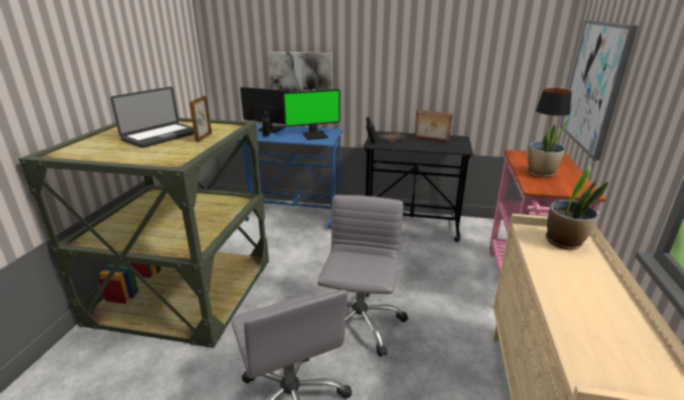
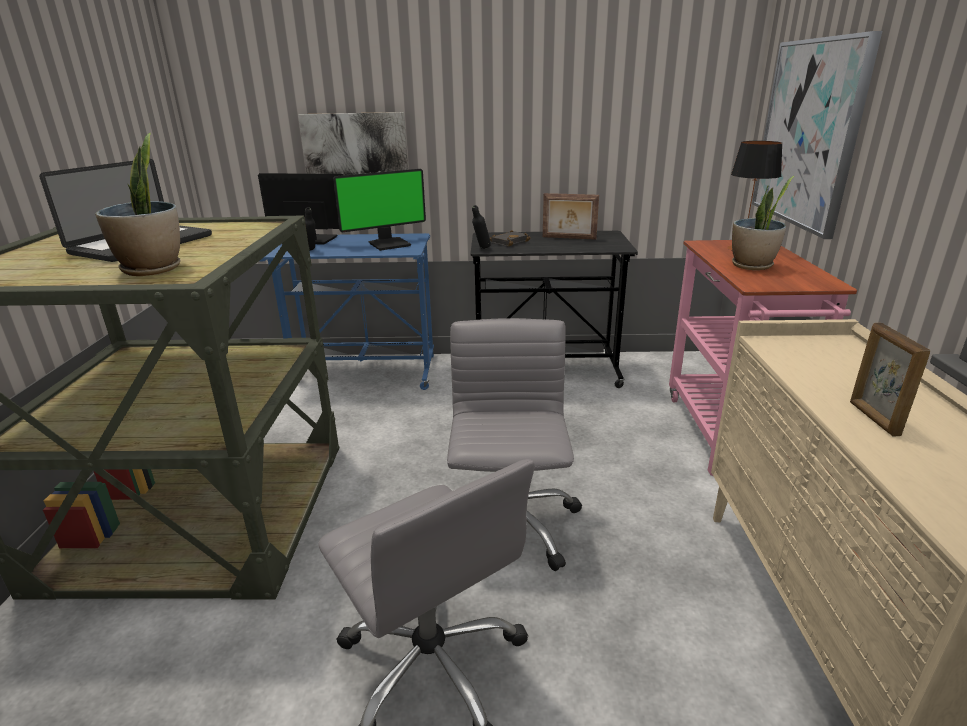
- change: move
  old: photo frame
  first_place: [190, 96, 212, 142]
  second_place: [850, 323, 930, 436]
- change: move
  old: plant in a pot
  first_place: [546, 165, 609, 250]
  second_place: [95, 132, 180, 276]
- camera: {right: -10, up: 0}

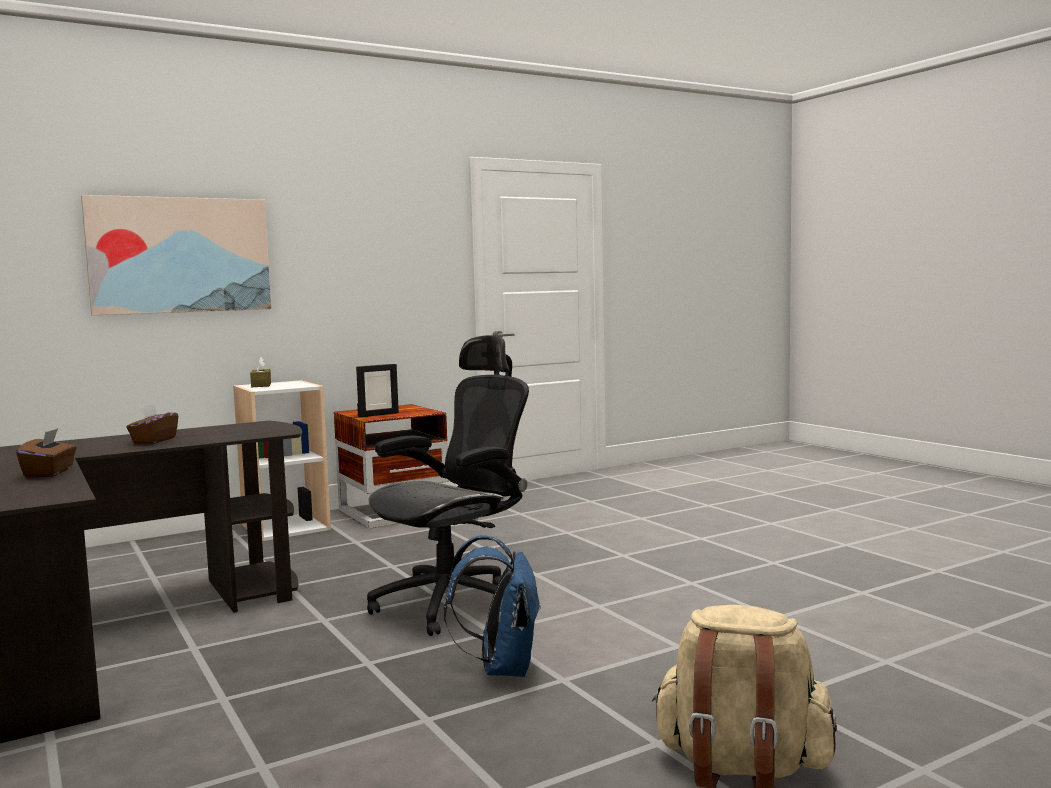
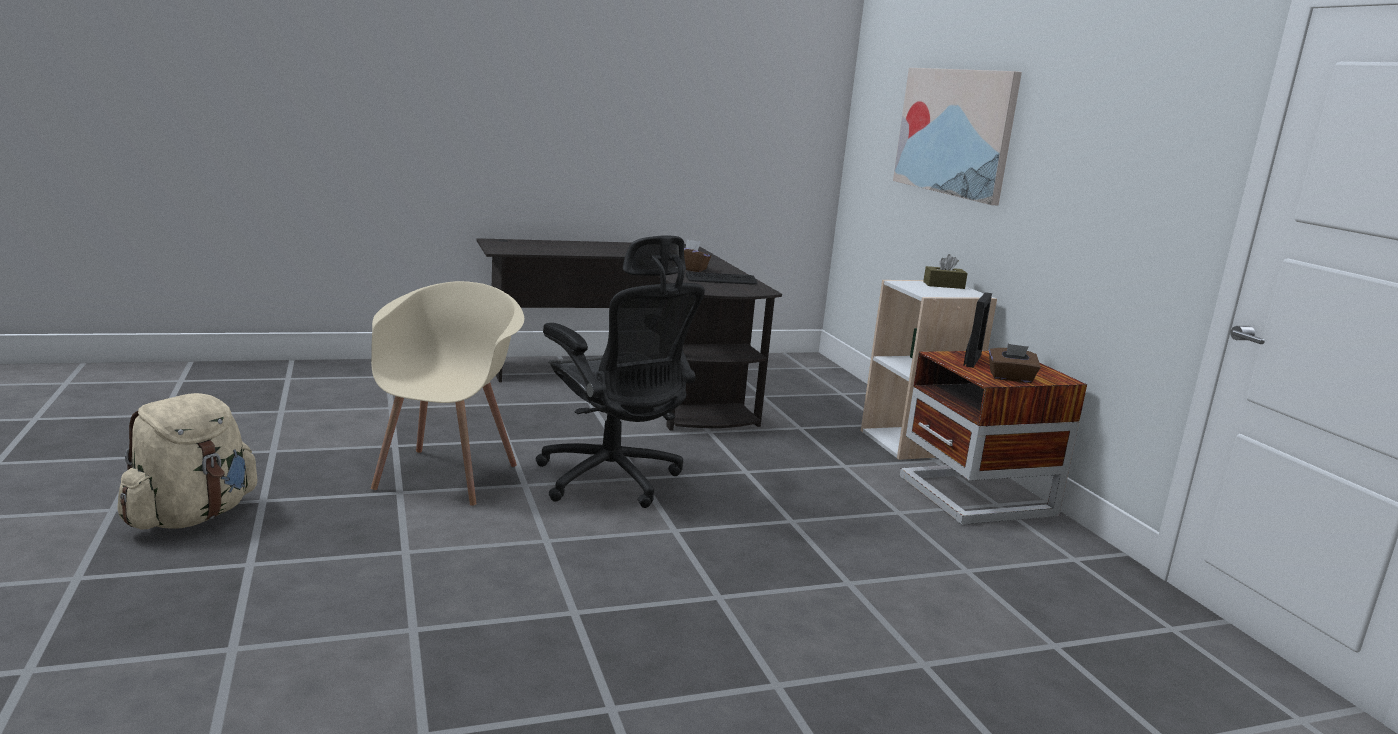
- change: rotate
  old: photo frame
  first_place: [356, 364, 399, 417]
  second_place: [963, 292, 992, 368]
  degrees: -135
- change: move
  old: brown box of tissues
  first_place: [16, 428, 77, 478]
  second_place: [989, 344, 1041, 383]
- change: replace
  old: blue rucksack
  new: beige-coloured chair
  first_place: [444, 535, 541, 677]
  second_place: [371, 281, 524, 506]
- change: insert
  new: keyboard
  second_place: [686, 272, 758, 285]
- camera: {right: 100, up: 10}

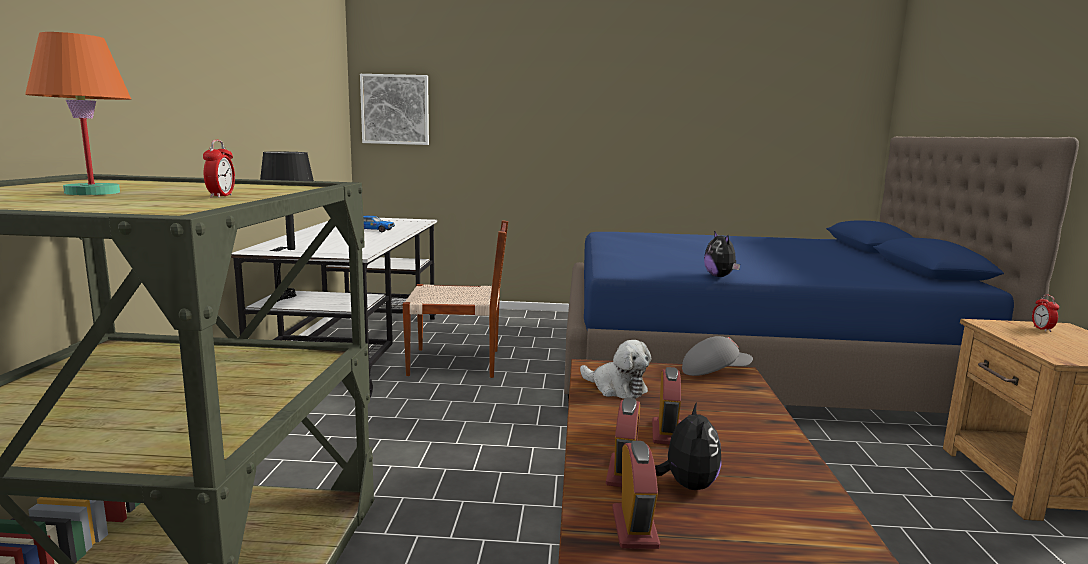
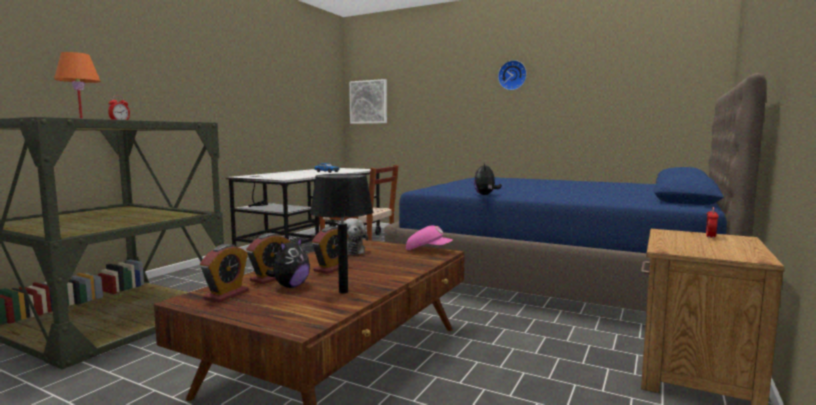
- change: move
  old: black tabletop lamp
  first_place: [260, 151, 314, 250]
  second_place: [310, 174, 373, 294]
- change: recolor
  old: grey cap
  new: pink-coloured cap
  first_place: [682, 336, 753, 376]
  second_place: [406, 226, 453, 250]
- change: insert
  new: hanging clock
  second_place: [498, 60, 527, 90]
- camera: {right: 25, up: -5}

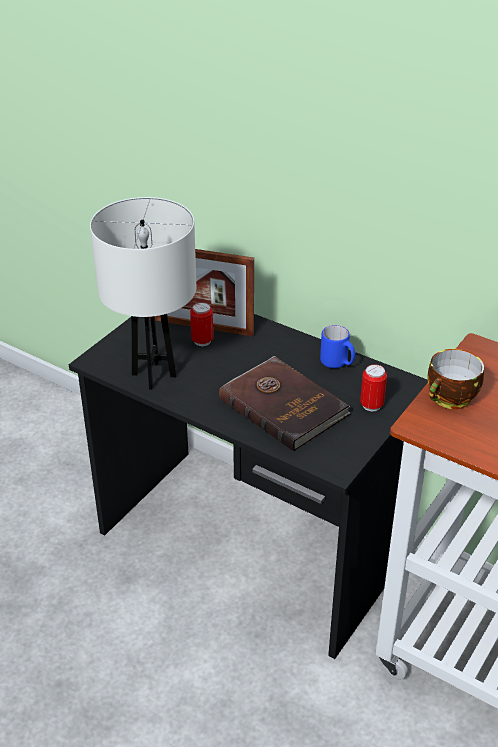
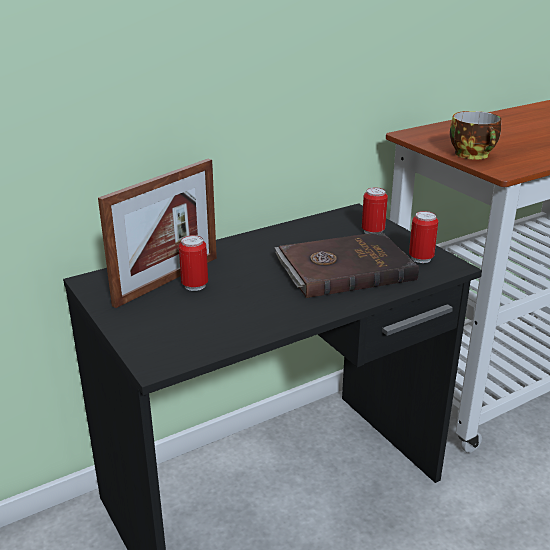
- change: delete
  old: white-coloured tabletop lamp
  first_place: [90, 197, 196, 390]
- change: delete
  old: blue coffee mug
  first_place: [320, 325, 355, 368]
- change: insert
  new: can
  second_place: [409, 211, 438, 263]
- camera: {right: -65, up: -10}

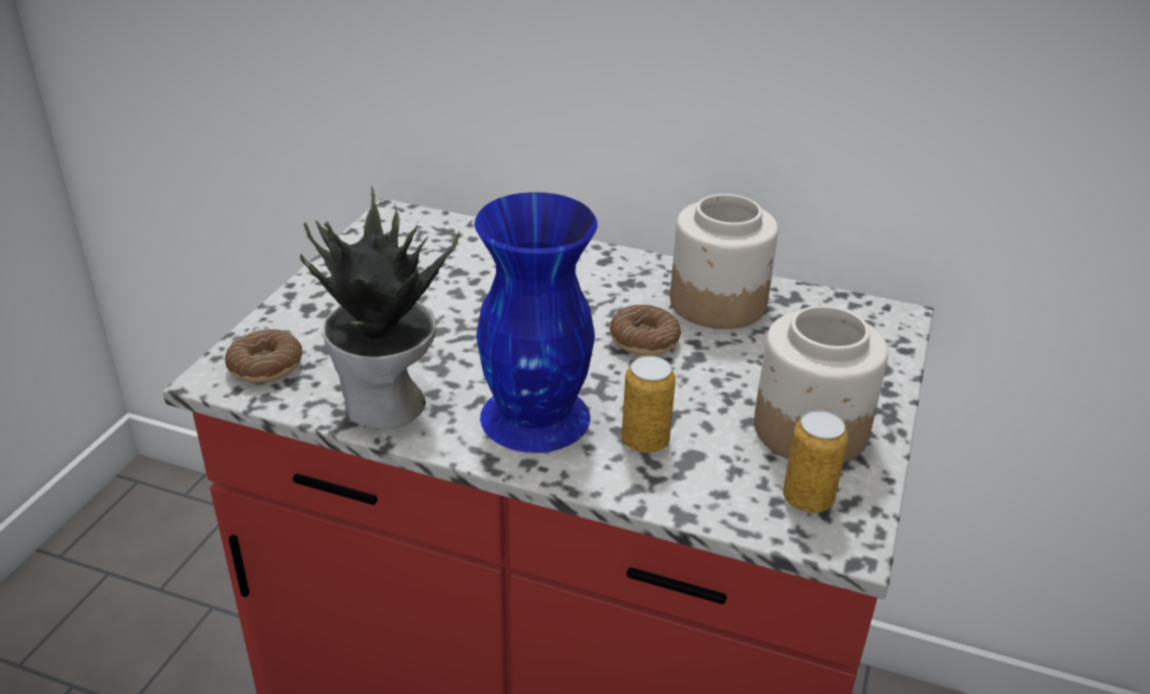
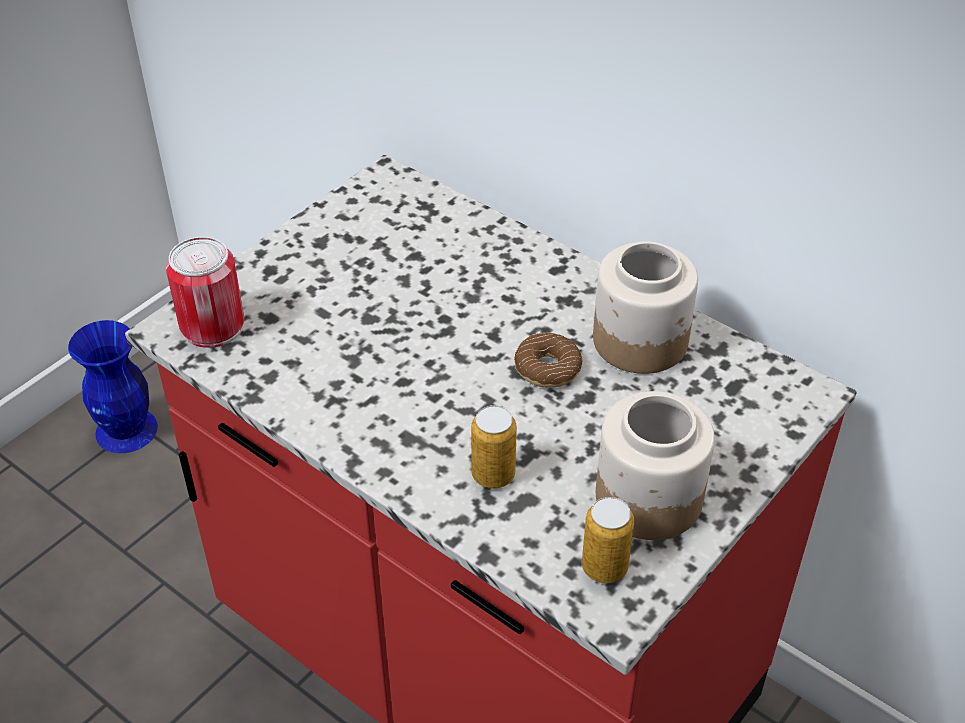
- change: delete
  old: plant in a pot
  first_place: [300, 186, 460, 430]
- change: move
  old: blue decorative vase
  first_place: [474, 192, 598, 453]
  second_place: [68, 320, 158, 453]
- change: replace
  old: ring doughnut
  new: can
  first_place: [225, 329, 302, 383]
  second_place: [166, 237, 244, 348]
- camera: {right: 20, up: 10}

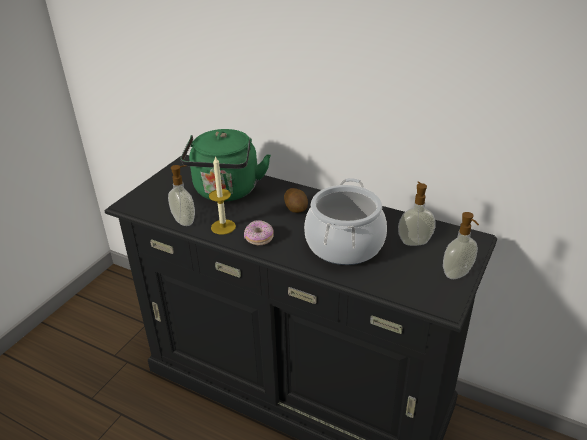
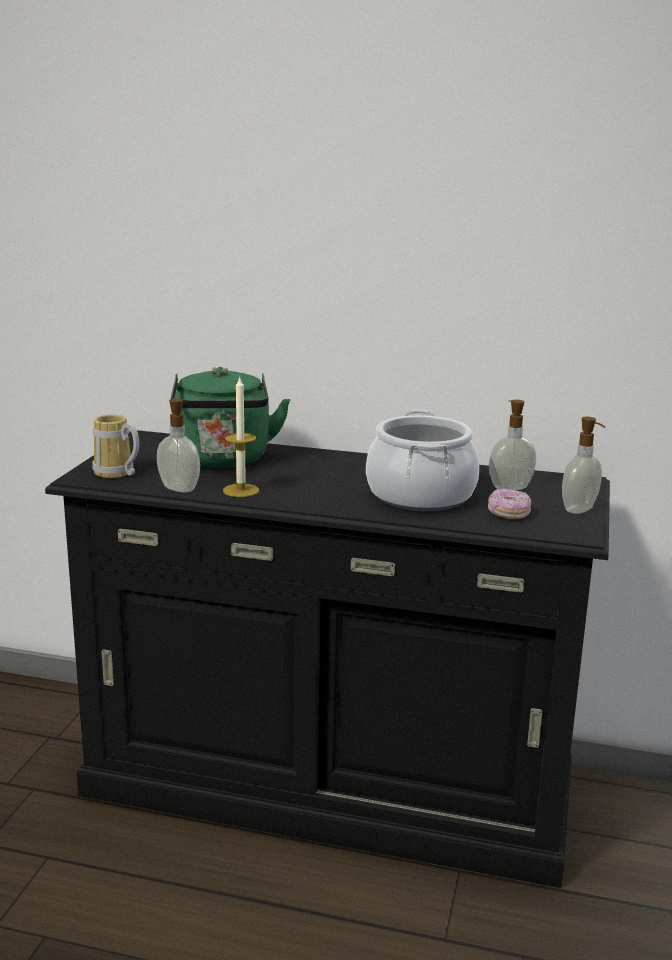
- change: delete
  old: spud
  first_place: [284, 188, 308, 213]
- change: move
  old: ring doughnut
  first_place: [244, 220, 274, 245]
  second_place: [488, 488, 531, 519]
- change: insert
  new: coffee mug
  second_place: [93, 414, 139, 478]
- camera: {right: -15, up: -15}

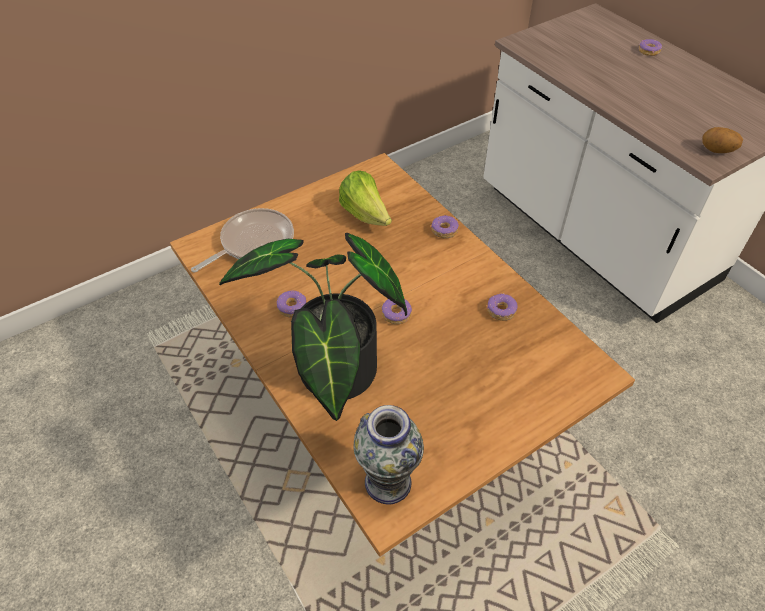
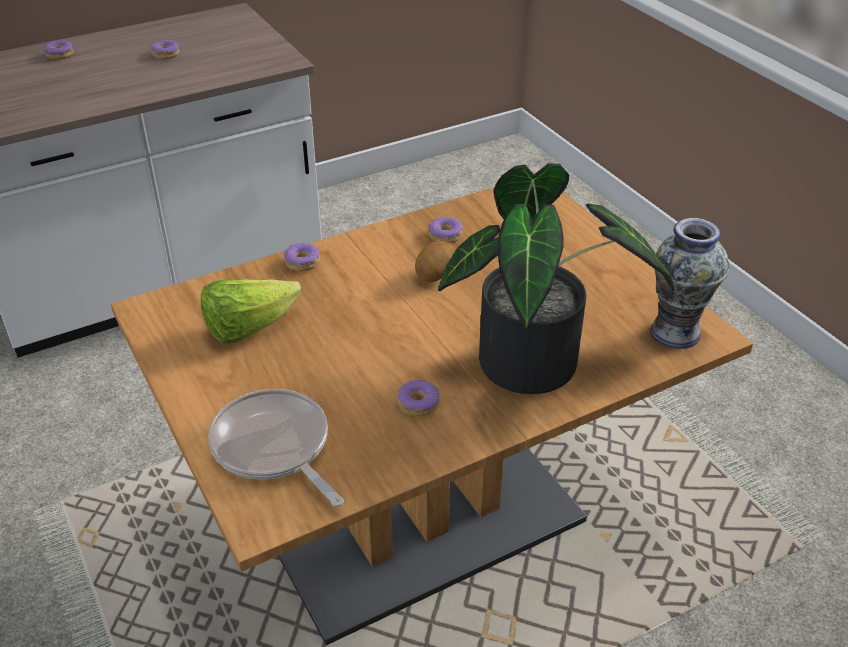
- change: move
  old: spud
  first_place: [702, 127, 743, 153]
  second_place: [415, 241, 455, 282]
- change: move
  old: ring doughnut
  first_place: [382, 299, 412, 324]
  second_place: [151, 40, 180, 59]
- camera: {right: -85, up: -10}

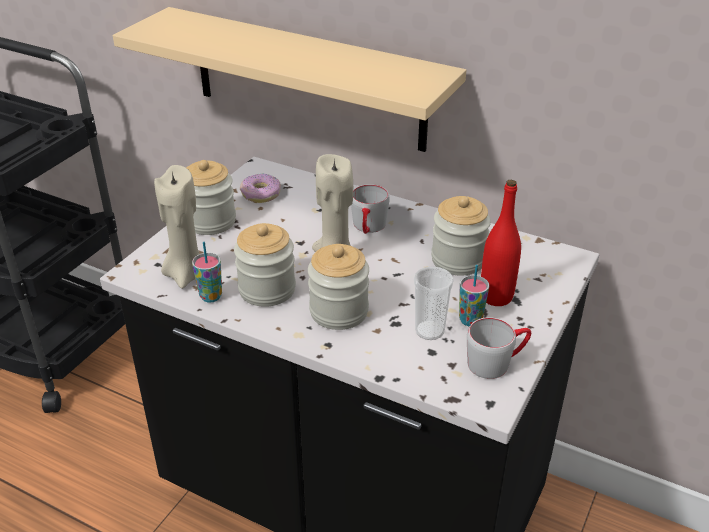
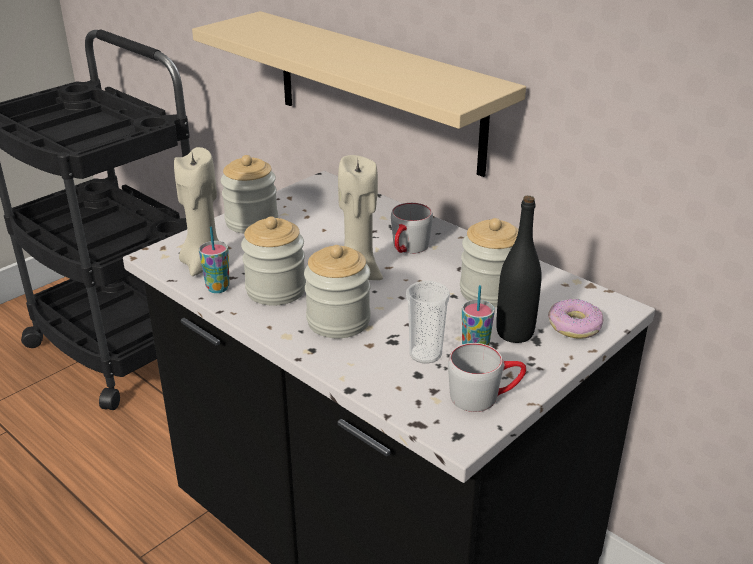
- change: move
  old: ring doughnut
  first_place: [240, 173, 281, 203]
  second_place: [548, 299, 604, 339]
- change: recolor
  old: reddish bottle
  new: black bottle
  first_place: [481, 180, 521, 306]
  second_place: [496, 196, 542, 343]
- camera: {right: 15, up: -5}

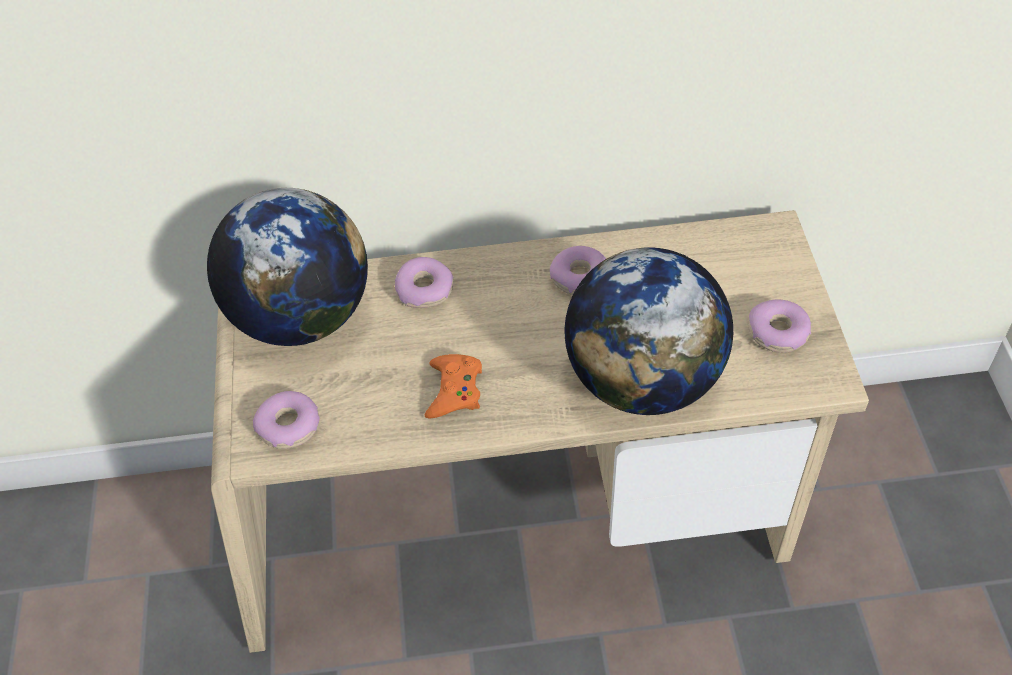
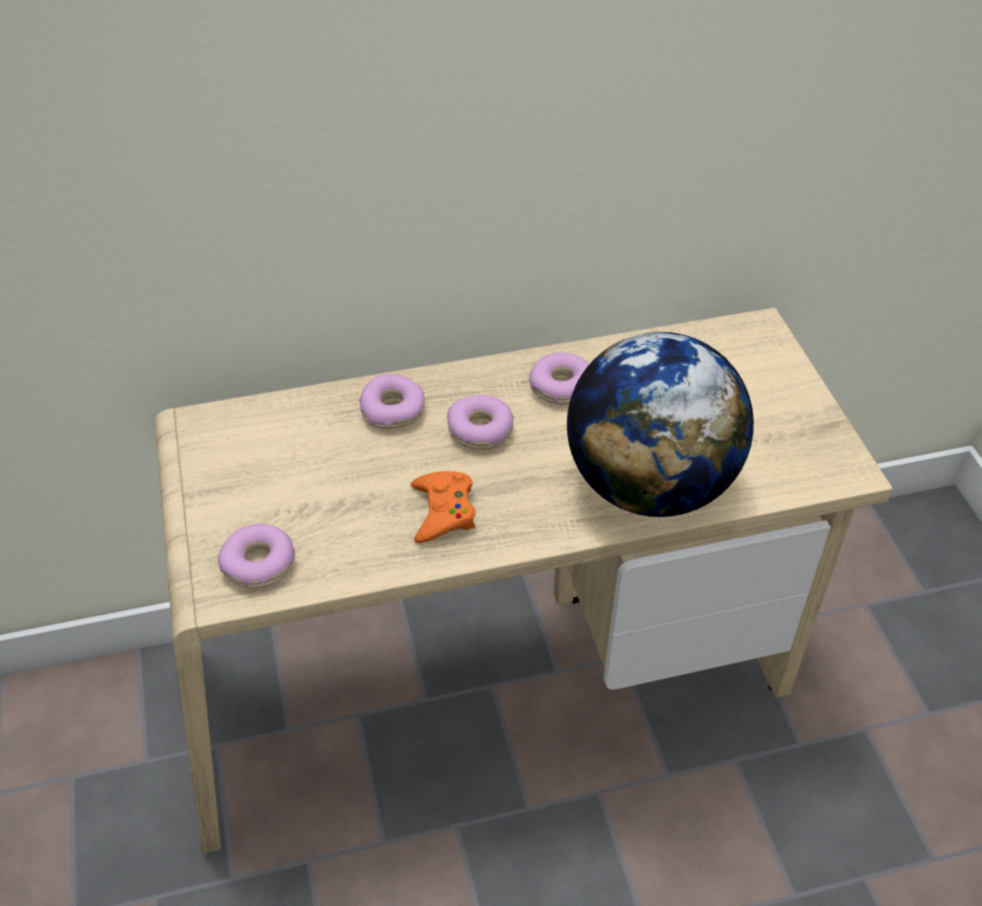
- change: delete
  old: world globe
  first_place: [207, 188, 368, 346]
- change: move
  old: ring doughnut
  first_place: [749, 299, 811, 353]
  second_place: [447, 395, 514, 450]
- camera: {right: -10, up: -5}

